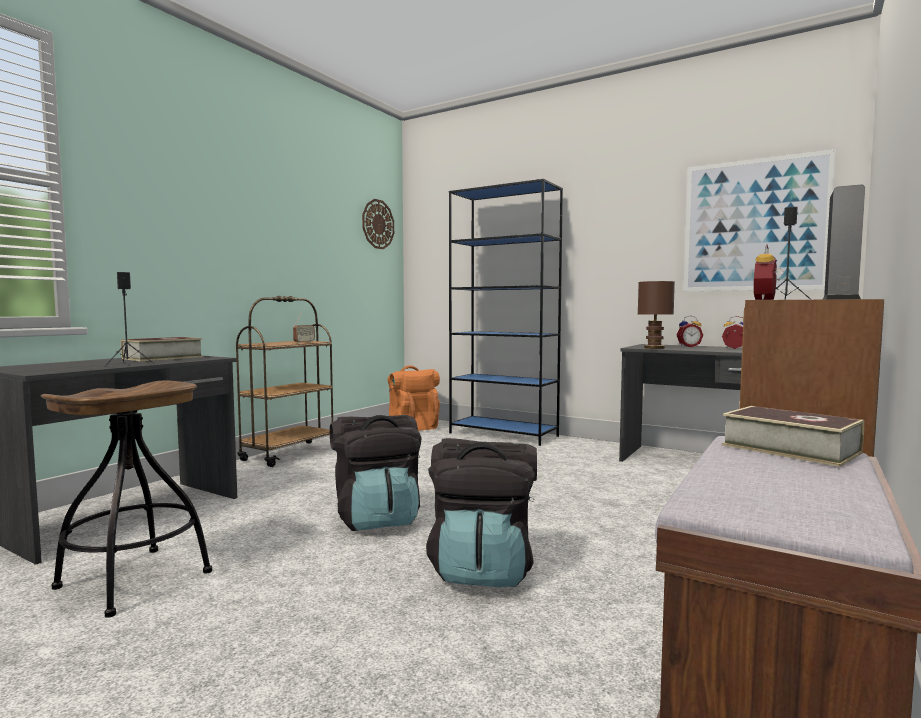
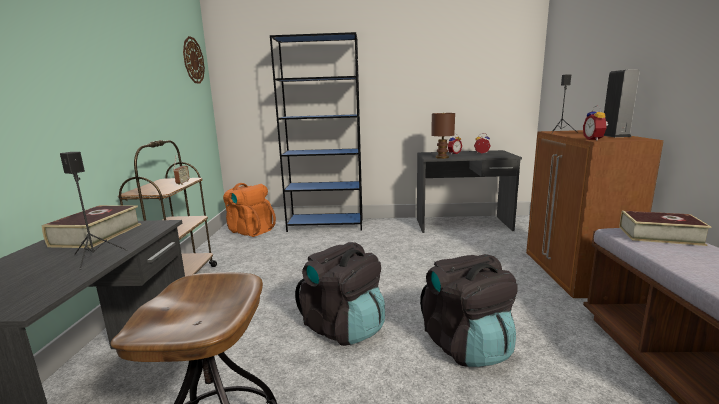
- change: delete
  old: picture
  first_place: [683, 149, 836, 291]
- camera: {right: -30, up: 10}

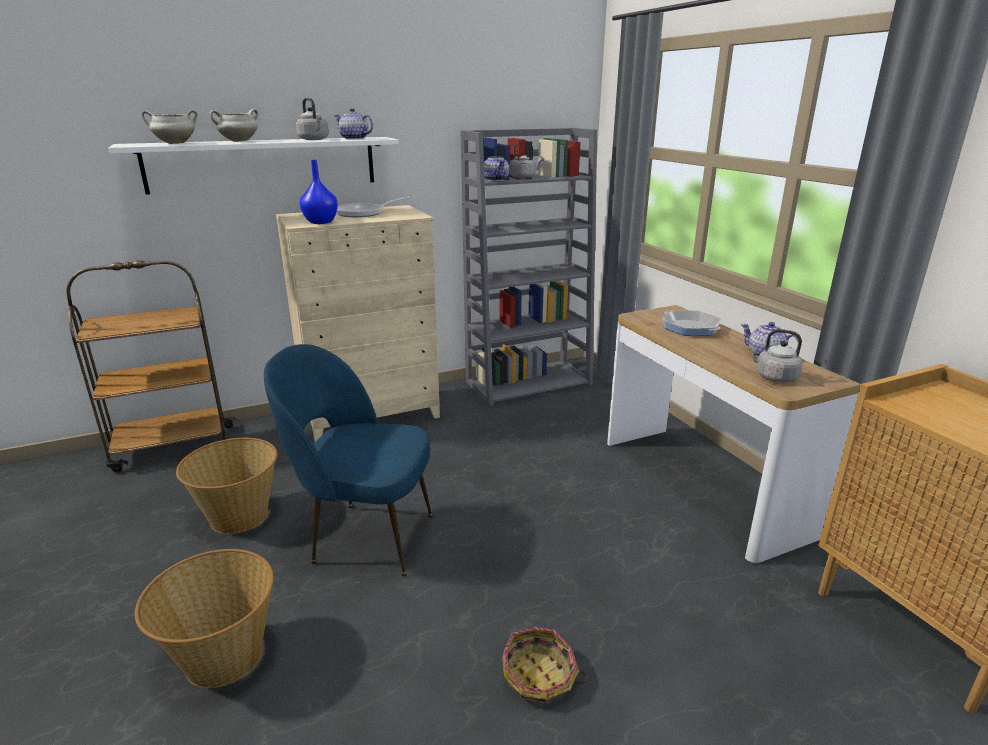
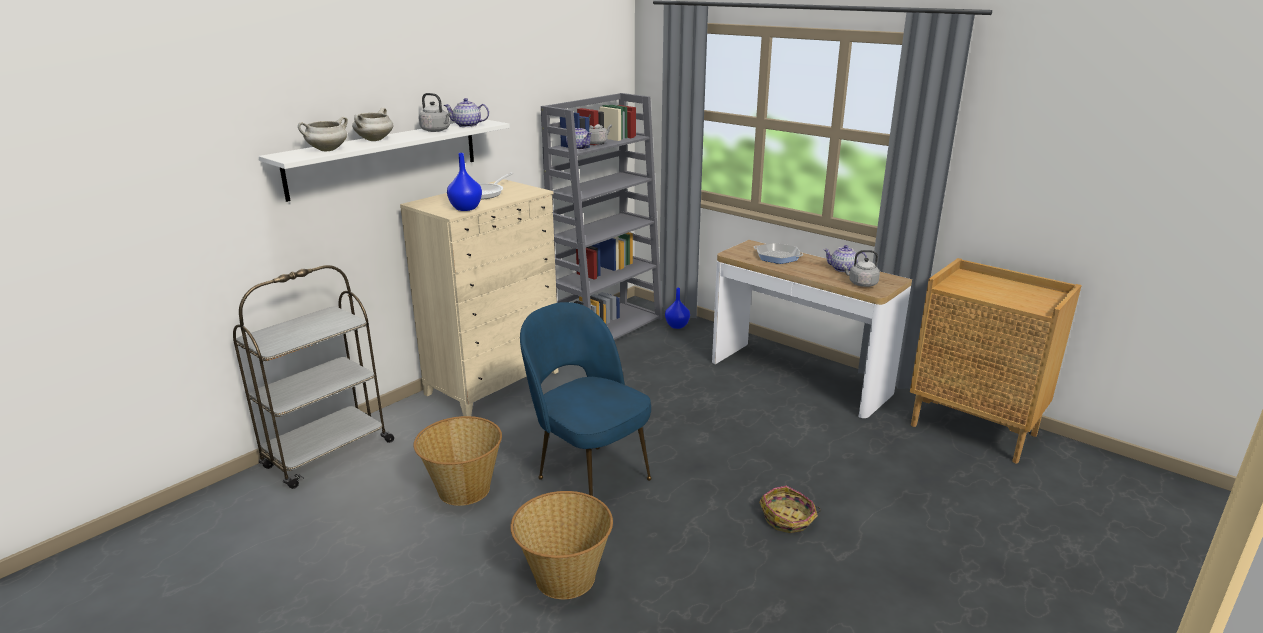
- change: recolor
  old: brown cart
  new: grey cart
  first_place: [66, 260, 238, 473]
  second_place: [233, 265, 394, 489]
- change: rotate
  old: blue chair
  first_place: [264, 344, 433, 577]
  second_place: [520, 302, 652, 496]
  degrees: 60
- change: insert
  new: blue decorative vase
  second_place: [665, 288, 690, 329]
- camera: {right: -25, up: 0}

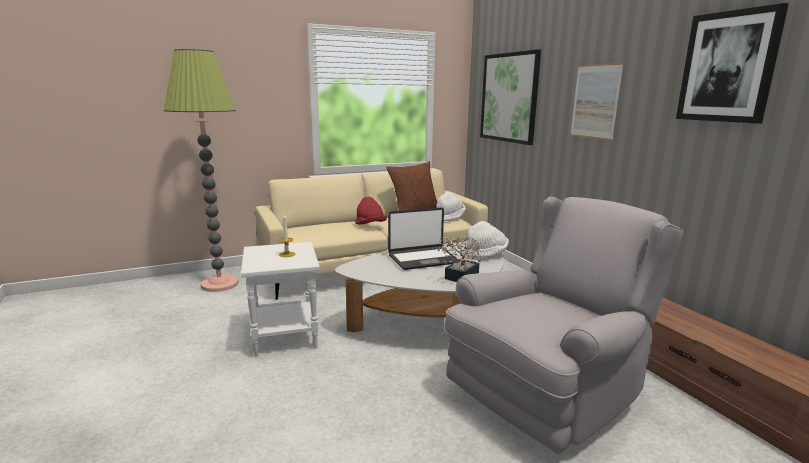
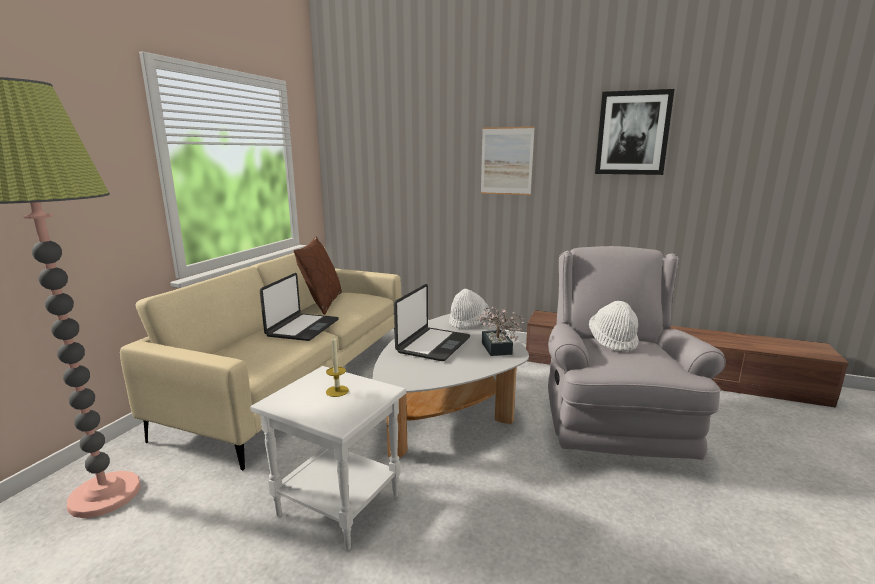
- change: delete
  old: picture
  first_place: [480, 49, 541, 145]
- change: move
  old: white-coloured wearable hat
  first_place: [436, 192, 466, 221]
  second_place: [589, 301, 638, 352]
- change: replace
  old: reddish wearable hat
  new: notebook computer
  first_place: [355, 197, 387, 225]
  second_place: [260, 273, 339, 341]
- camera: {right: -45, up: 0}

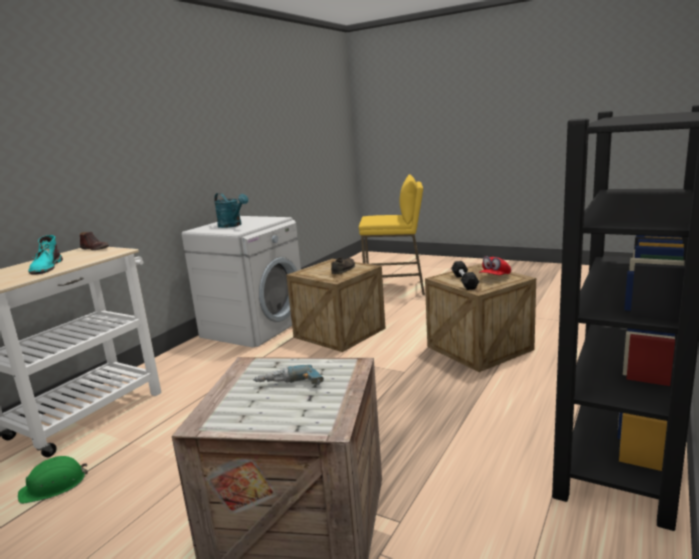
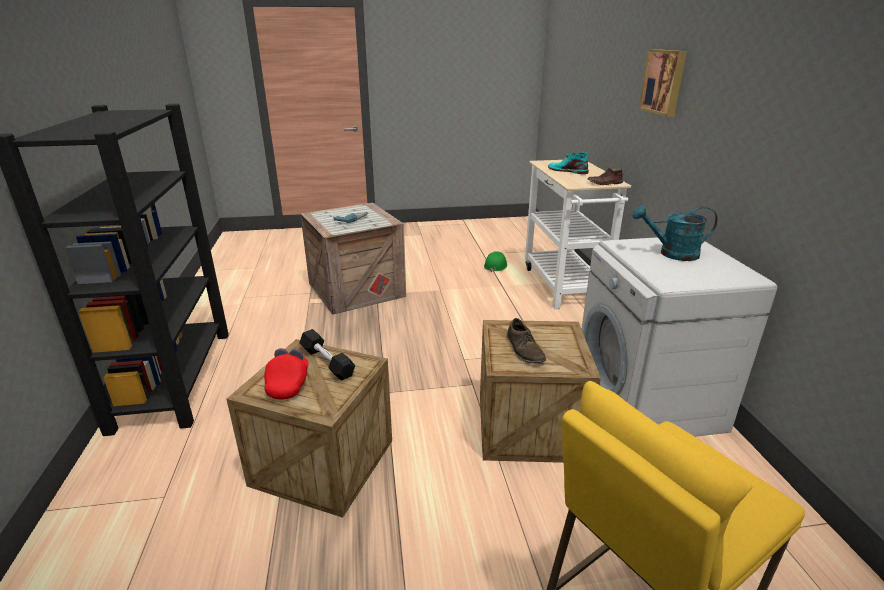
- change: insert
  new: picture
  second_place: [639, 49, 687, 117]
- camera: {right: 140, up: 10}

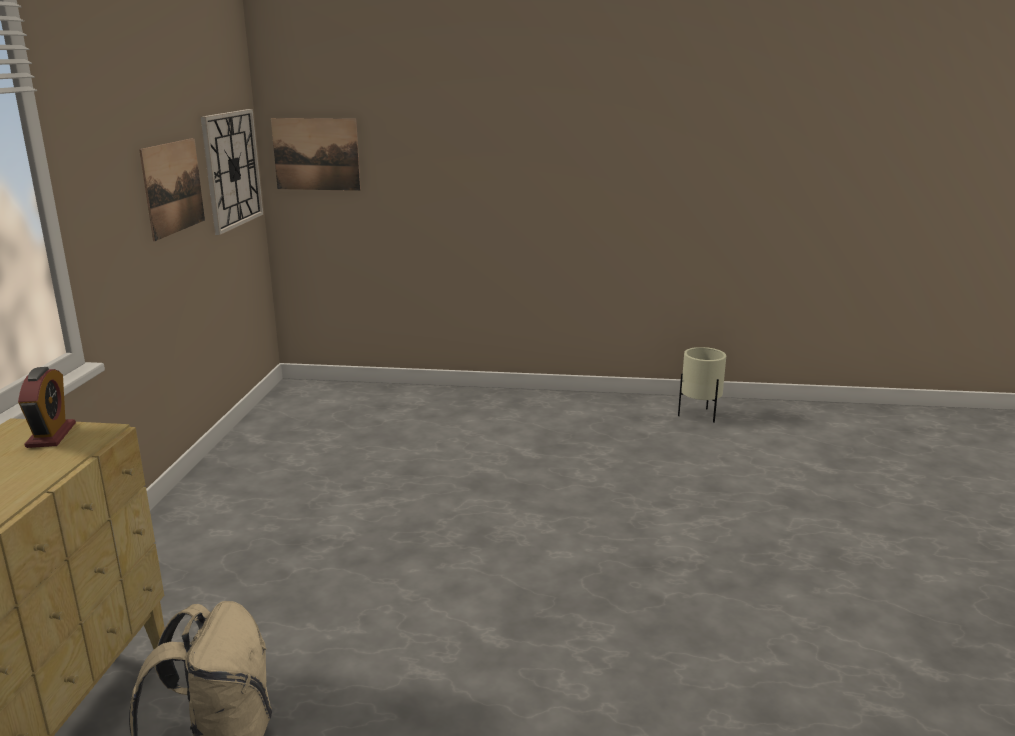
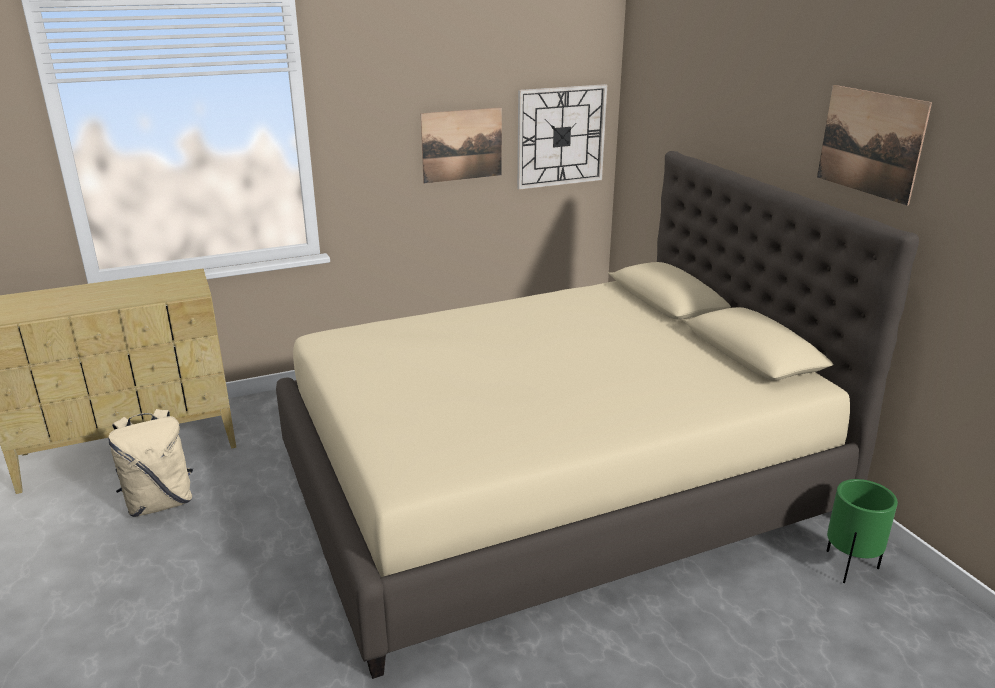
- change: move
  old: picture
  first_place: [271, 118, 361, 191]
  second_place: [817, 85, 932, 206]
- change: recolor
  old: beige-coloured plant pot
  new: green plant pot
  first_place: [678, 347, 726, 423]
  second_place: [827, 479, 898, 583]
- change: delete
  old: table clock
  first_place: [18, 367, 76, 448]
- change: insert
  new: beige-coloured bed
  second_place: [276, 151, 919, 679]
- camera: {right: 60, up: 5}

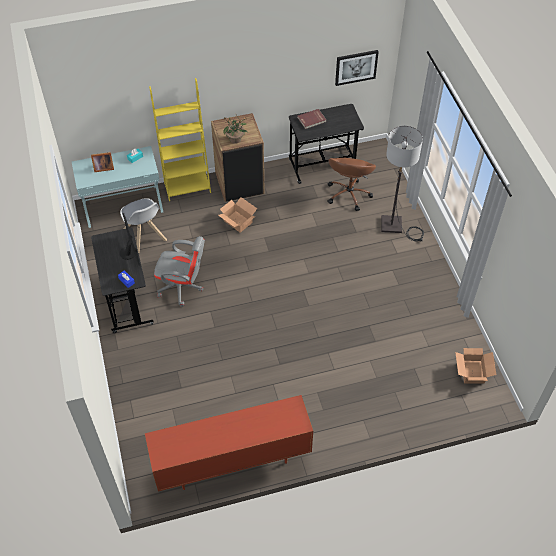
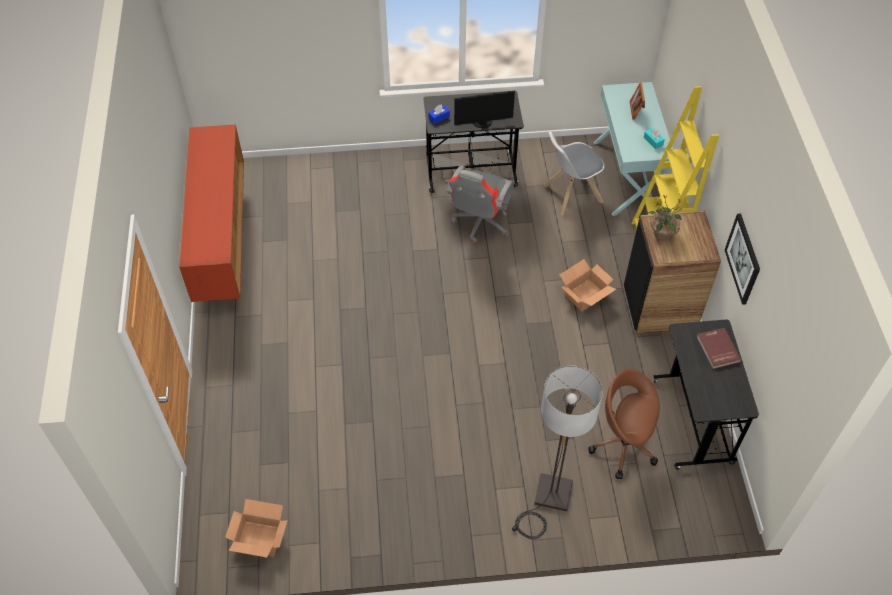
- change: move
  old: picture
  first_place: [335, 50, 379, 86]
  second_place: [725, 213, 760, 305]
- camera: {right: 100, up: 0}

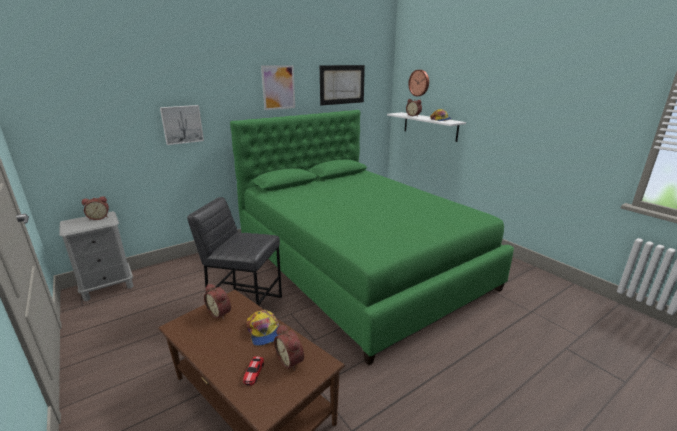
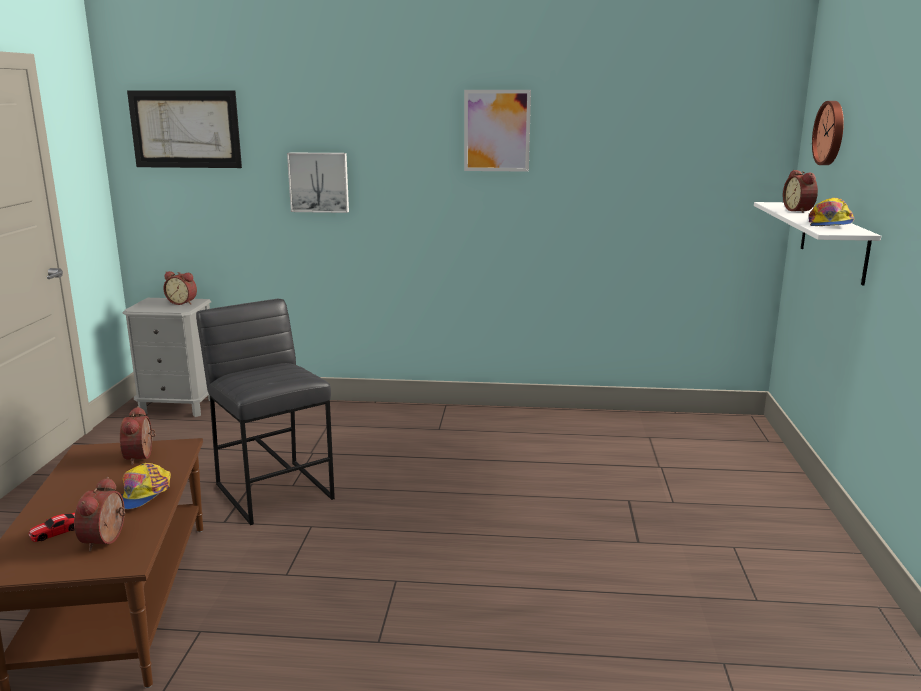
- change: move
  old: picture
  first_place: [320, 65, 365, 105]
  second_place: [127, 91, 242, 168]
- change: delete
  old: green bed
  first_place: [230, 110, 514, 366]
- camera: {right: 40, up: -5}

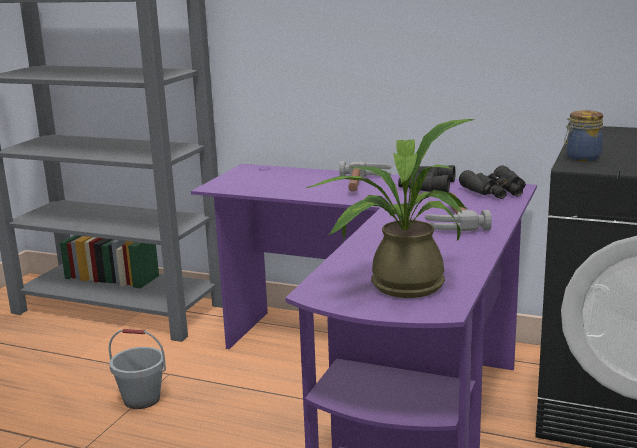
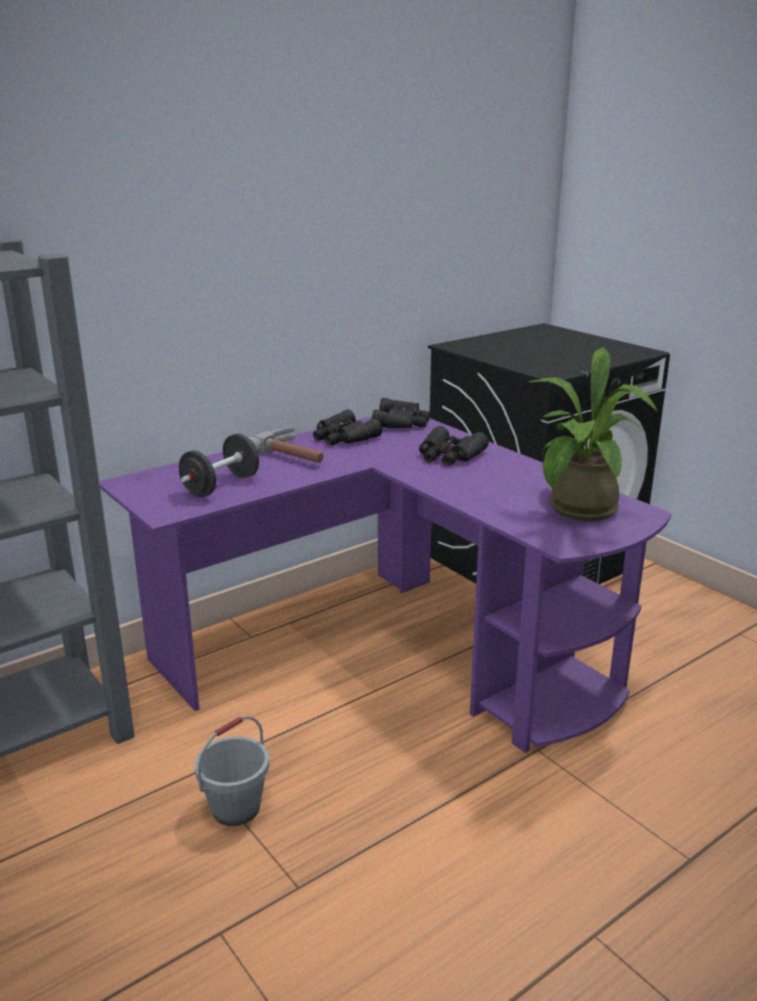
- change: delete
  old: storage jar
  first_place: [564, 110, 603, 161]
- change: replace
  old: hammer
  new: black pair of binoculars
  first_place: [425, 193, 492, 231]
  second_place: [419, 426, 489, 466]
- change: insert
  new: black hand weight
  second_place: [179, 434, 259, 497]
- camera: {right: -60, up: 5}

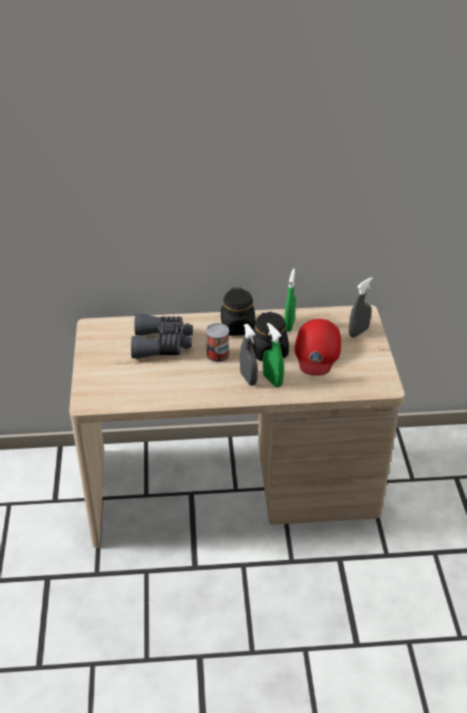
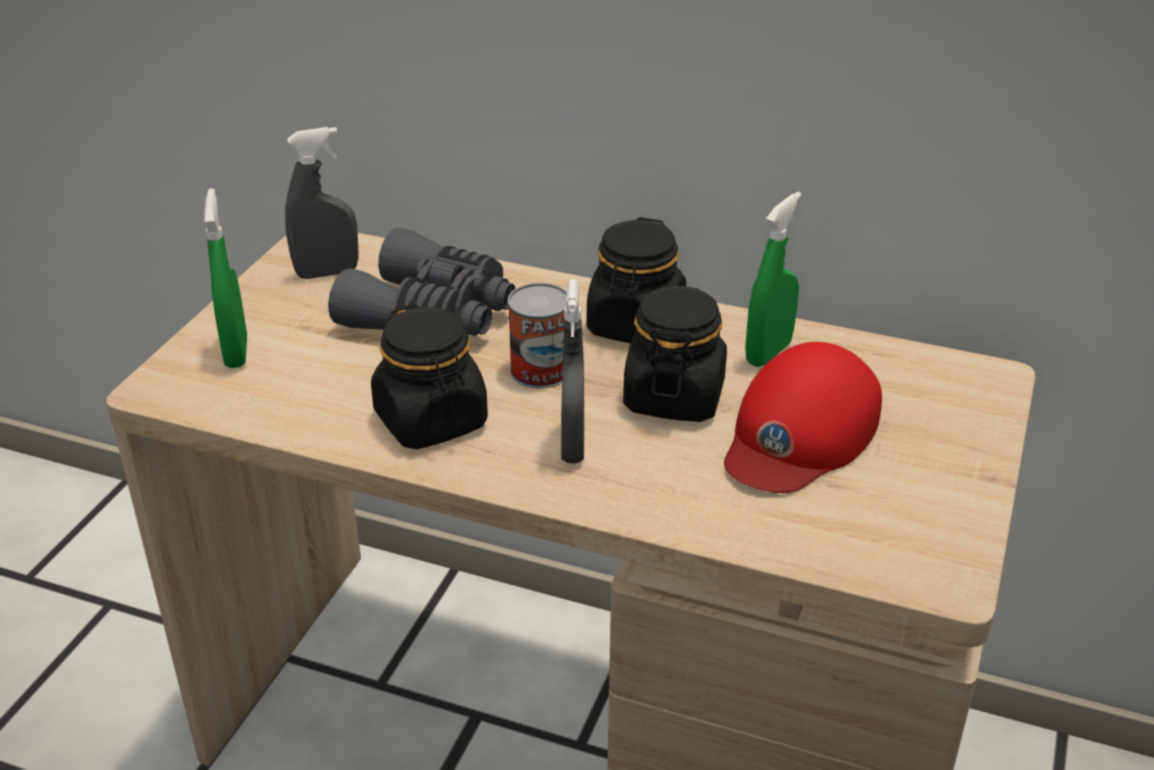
- change: move
  old: grey sprayer
  first_place: [349, 277, 373, 337]
  second_place: [285, 127, 359, 279]
- change: move
  old: green sprayer
  first_place: [263, 323, 284, 387]
  second_place: [204, 188, 247, 368]
- change: insert
  new: black storage jar
  second_place: [371, 304, 488, 449]
- camera: {right: 25, up: -5}

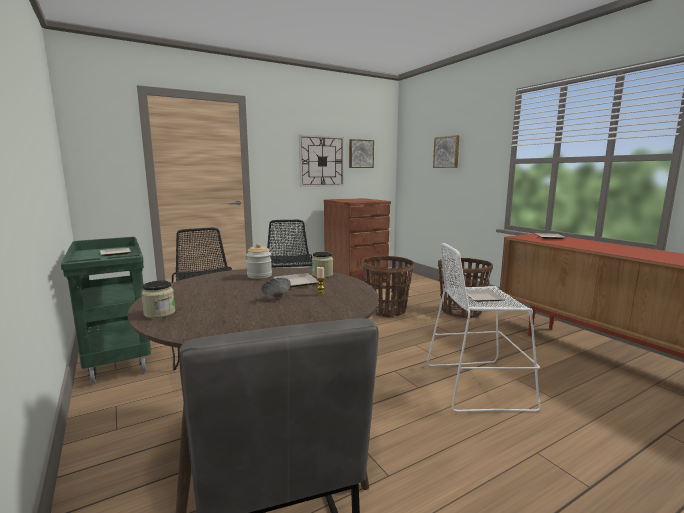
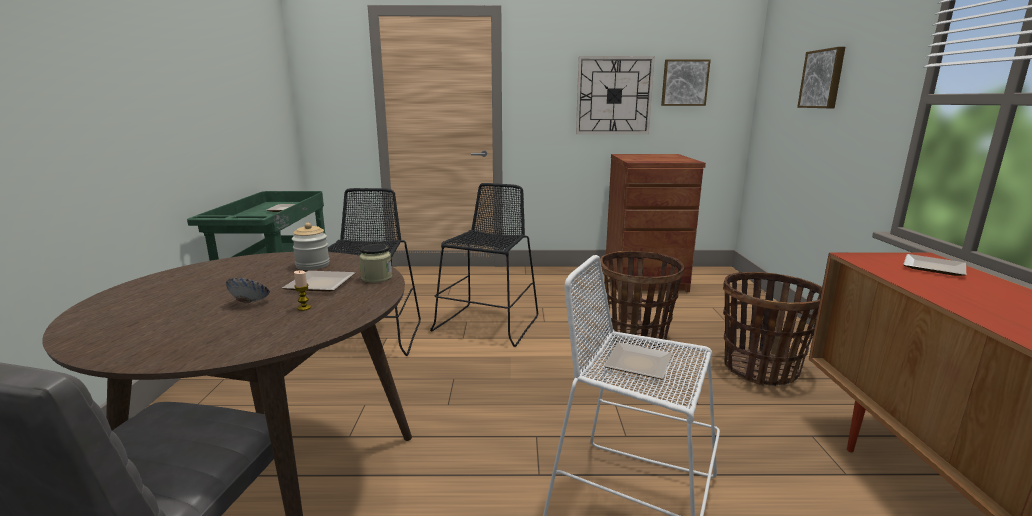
- change: delete
  old: storage jar
  first_place: [141, 281, 175, 318]
- camera: {right: 30, up: 5}

